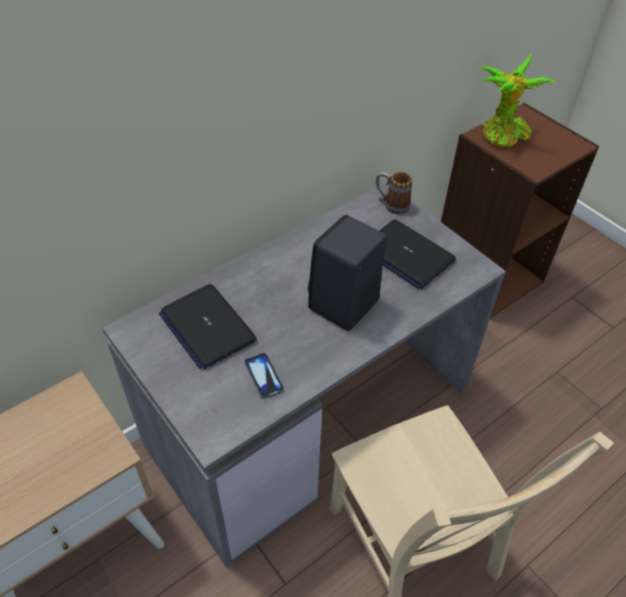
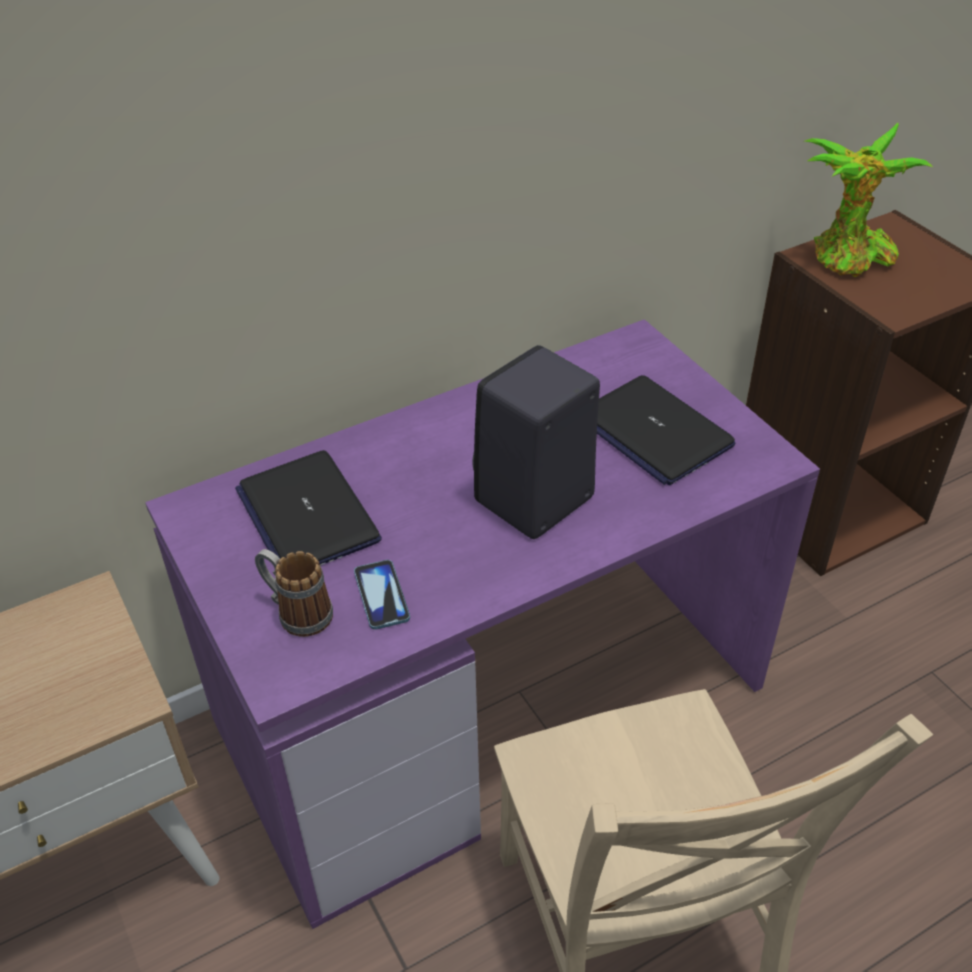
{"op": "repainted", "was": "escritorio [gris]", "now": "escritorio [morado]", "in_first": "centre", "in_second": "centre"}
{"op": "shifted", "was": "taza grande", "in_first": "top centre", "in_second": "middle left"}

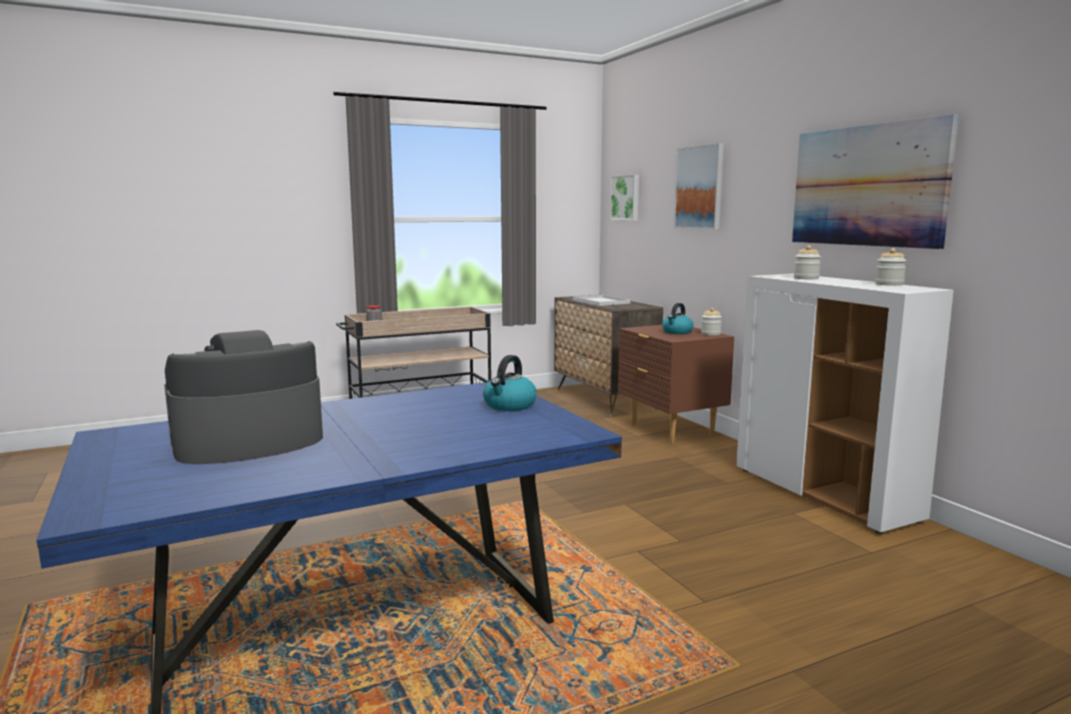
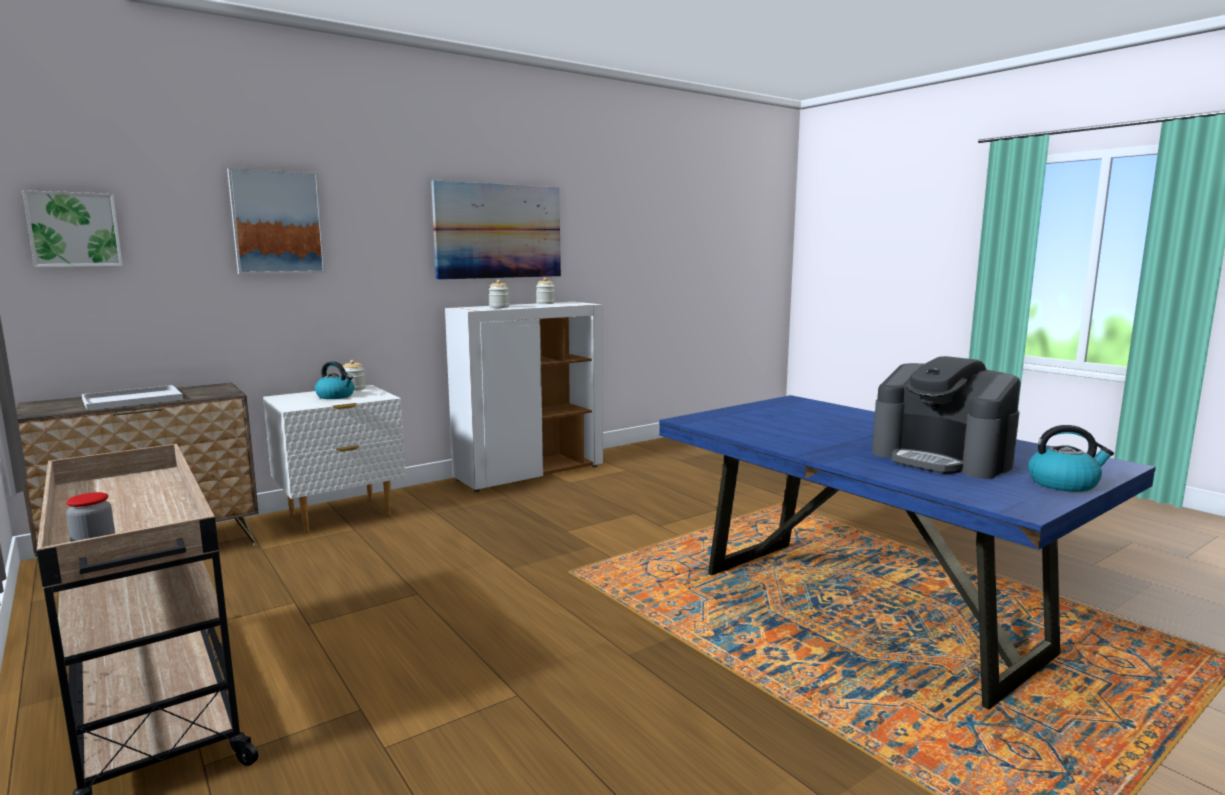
{"op": "shifted", "was": "hervidor (no. 1 from left in the first image)", "now": "hervidor (no. 2 from left)", "in_first": "centre", "in_second": "middle right"}
{"op": "repainted", "was": "mesita de noche [marrón]", "now": "mesita de noche [blanco]", "in_first": "centre", "in_second": "middle left"}

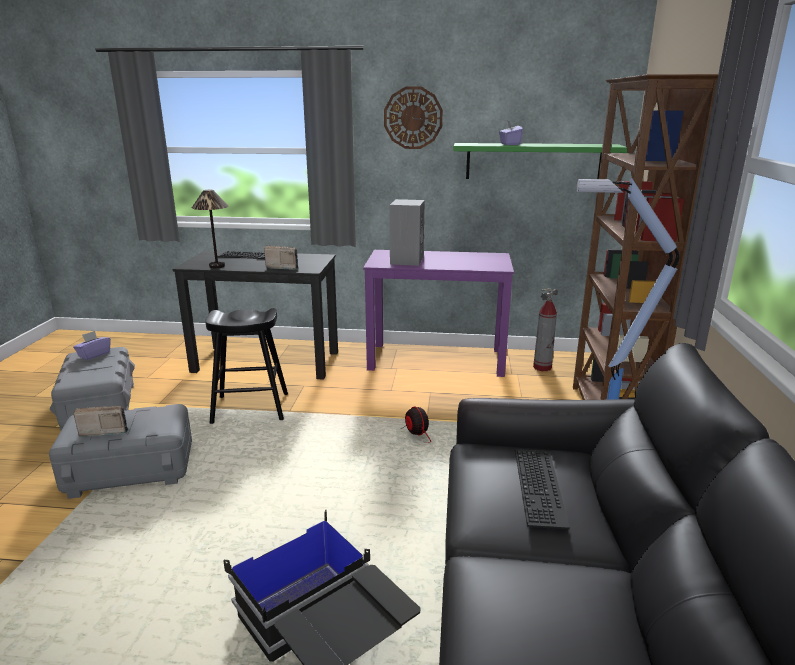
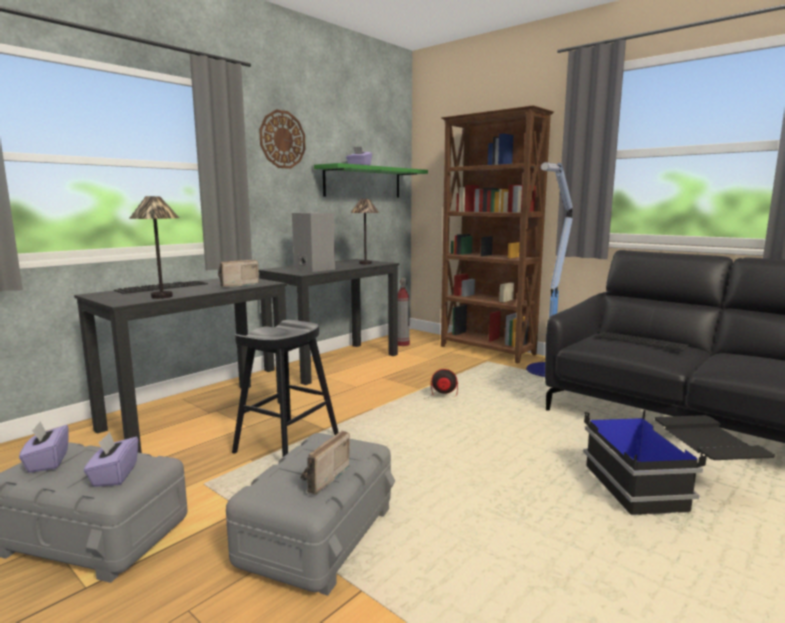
{"op": "repainted", "was": "escritorio [morado]", "now": "escritorio [negro] (no. 2 from left)", "in_first": "centre", "in_second": "centre"}
{"op": "new", "now": "caja de pañuelos [morado] (no. 2 from left)", "in_second": "bottom left"}
{"op": "new", "now": "lámpara de mesa (no. 2 from left)", "in_second": "centre"}

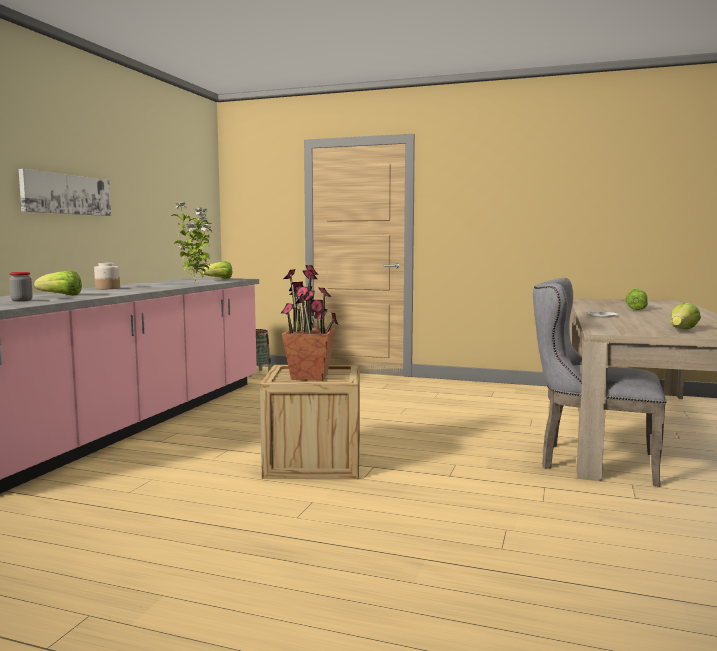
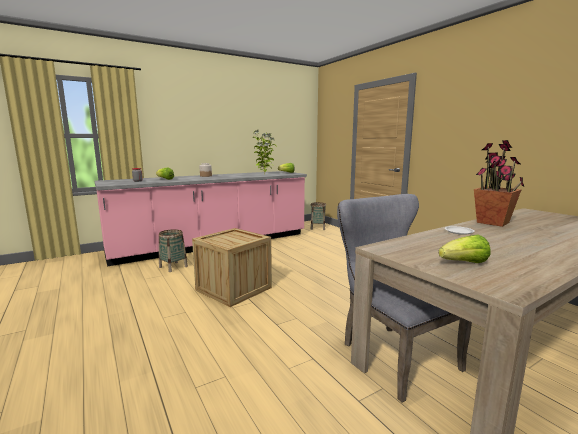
{"op": "gone", "was": "cuadro", "in_first": "top left"}
{"op": "shifted", "was": "planta en maceta (no. 2 from left)", "in_first": "centre", "in_second": "middle right"}
{"op": "gone", "was": "lechuga (no. 3 from left)", "in_first": "middle right"}
{"op": "new", "now": "cesta (no. 1 from left)", "in_second": "middle left"}

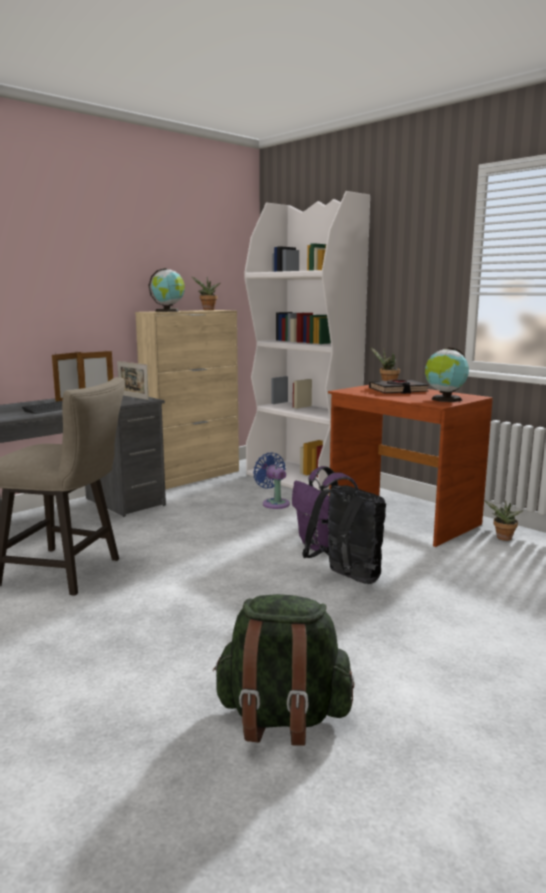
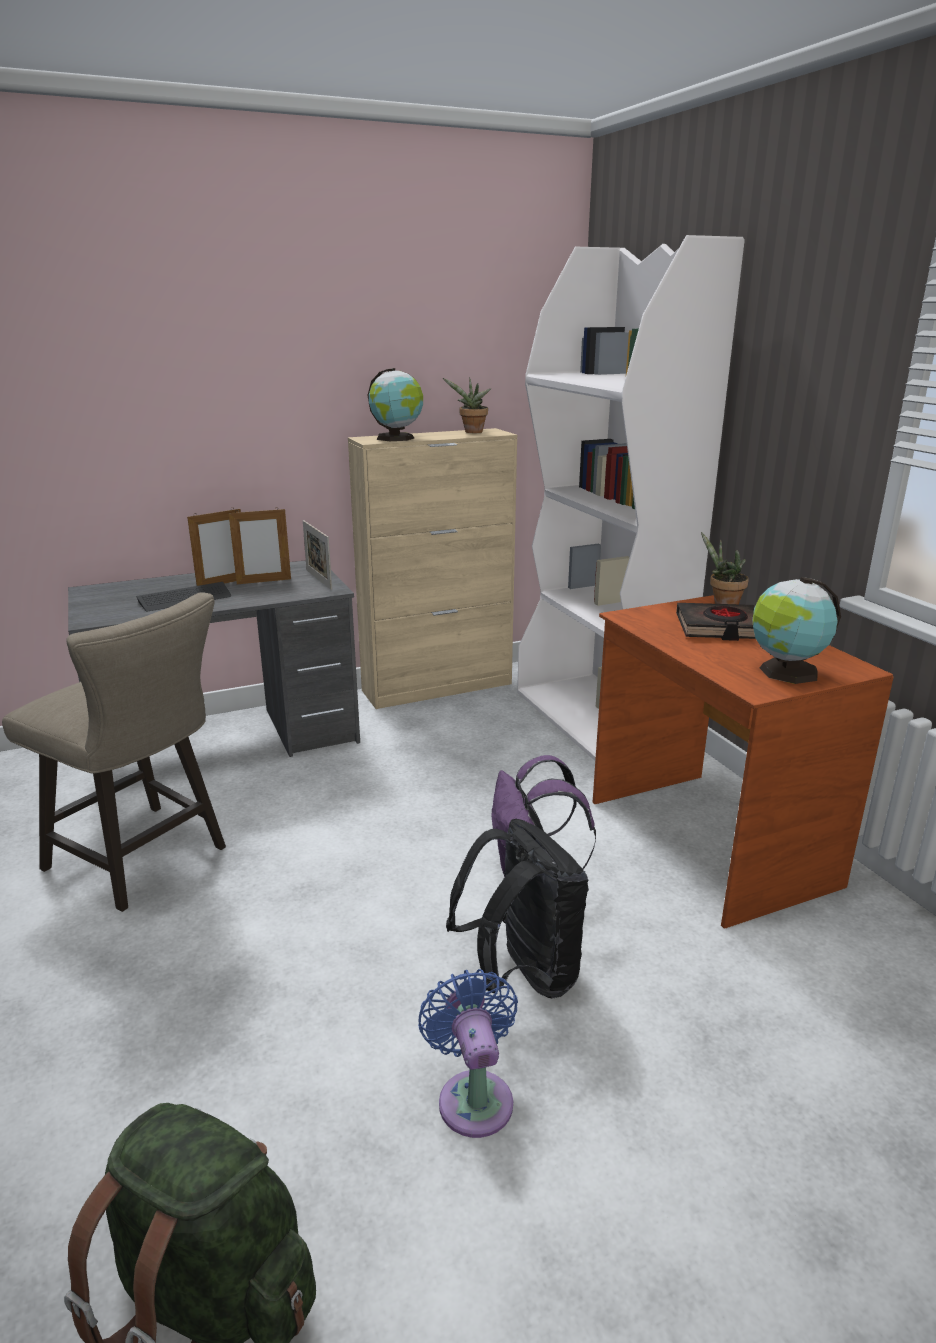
{"op": "shifted", "was": "ventilador [azul]", "in_first": "centre", "in_second": "bottom centre"}
{"op": "gone", "was": "planta en maceta (no. 3 from left)", "in_first": "middle right"}

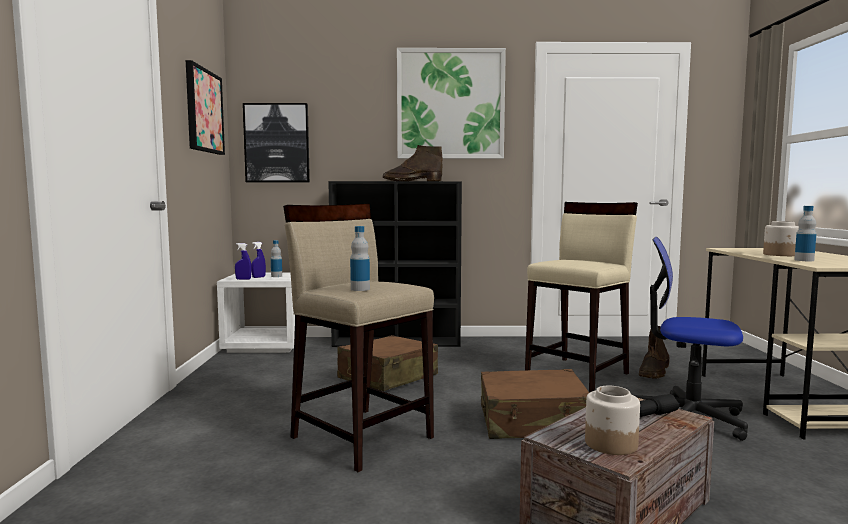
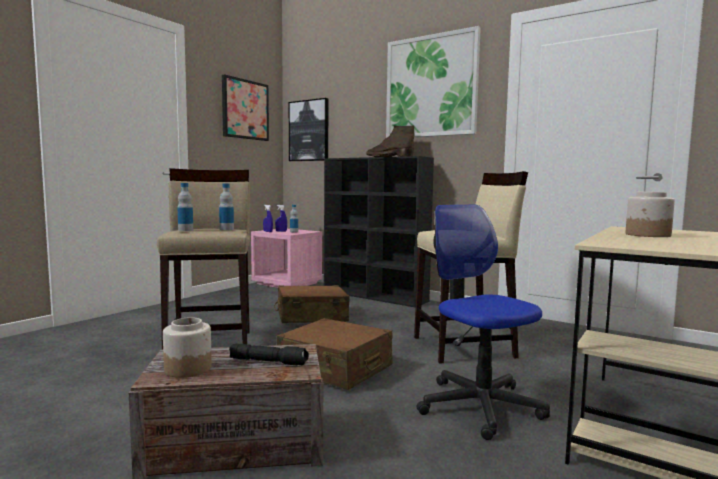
{"op": "repainted", "was": "mesita de noche [blanco]", "now": "mesita de noche [rosa]", "in_first": "middle left", "in_second": "centre"}
{"op": "gone", "was": "bota [marrón] (no. 2 from left)", "in_first": "bottom right"}
{"op": "shifted", "was": "botella (no. 3 from left in the first image)", "now": "botella (no. 2 from left)", "in_first": "middle right", "in_second": "middle left"}

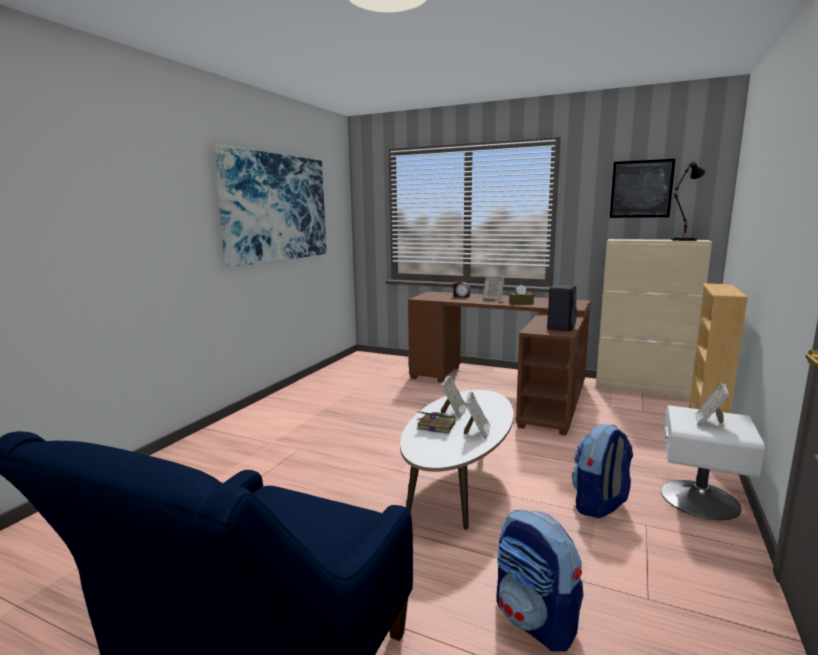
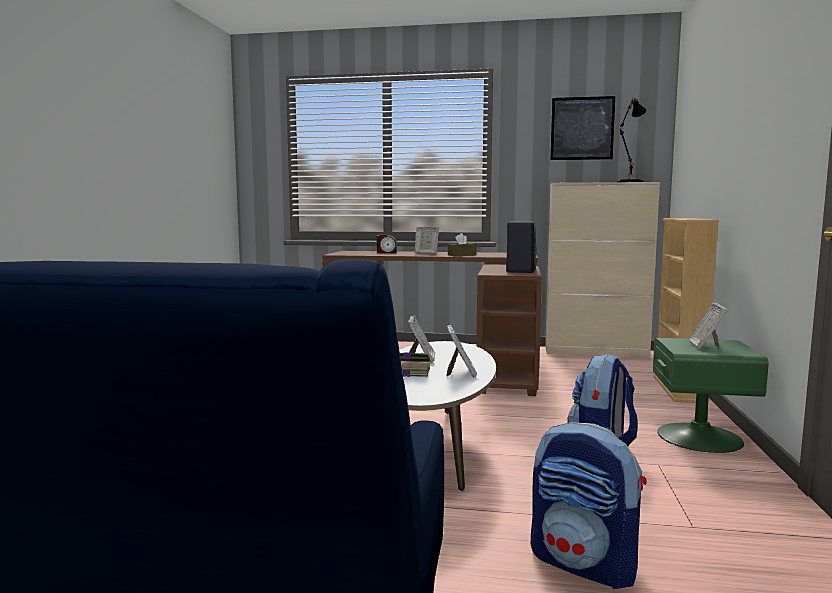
{"op": "gone", "was": "cuadro (no. 1 from left)", "in_first": "top left"}
{"op": "repainted", "was": "mesita de noche [blanco]", "now": "mesita de noche [verde]", "in_first": "bottom right", "in_second": "middle right"}

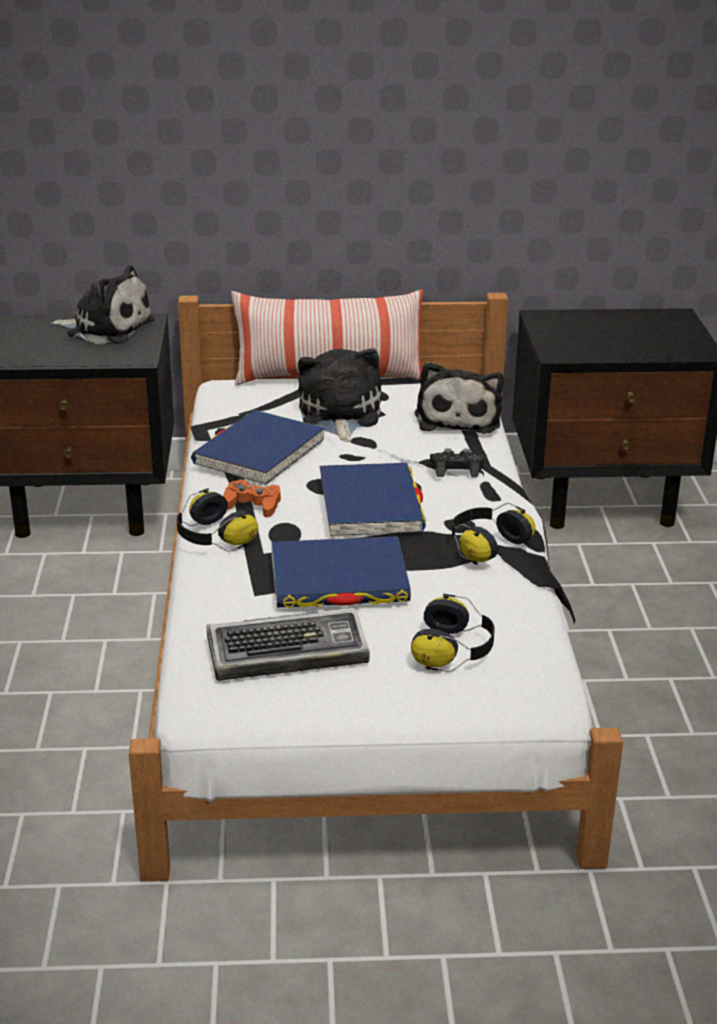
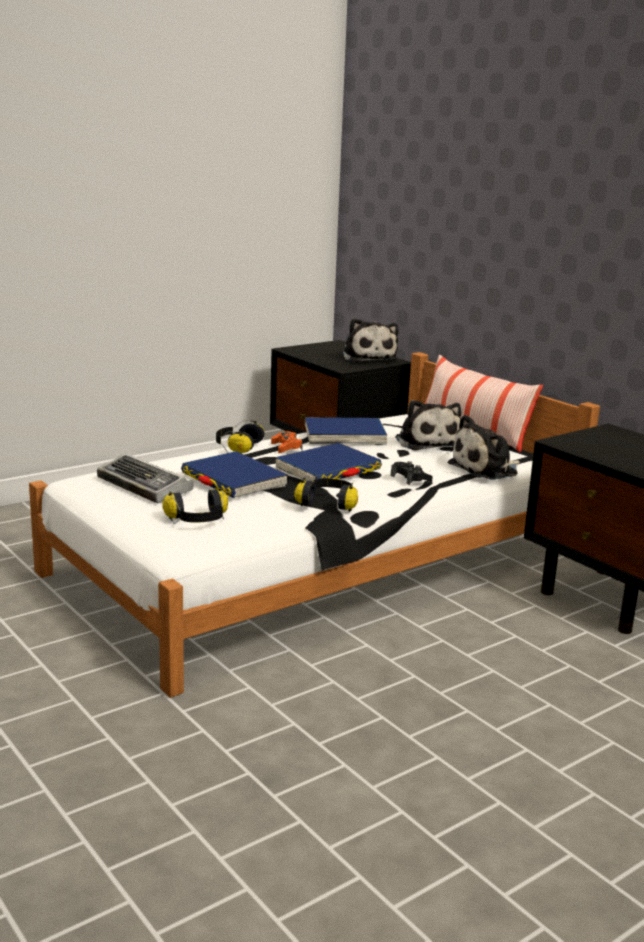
{"op": "rotated", "was": "peluche (no. 2 from left)", "in_first": "centre", "in_second": "centre", "clockwise": 105}

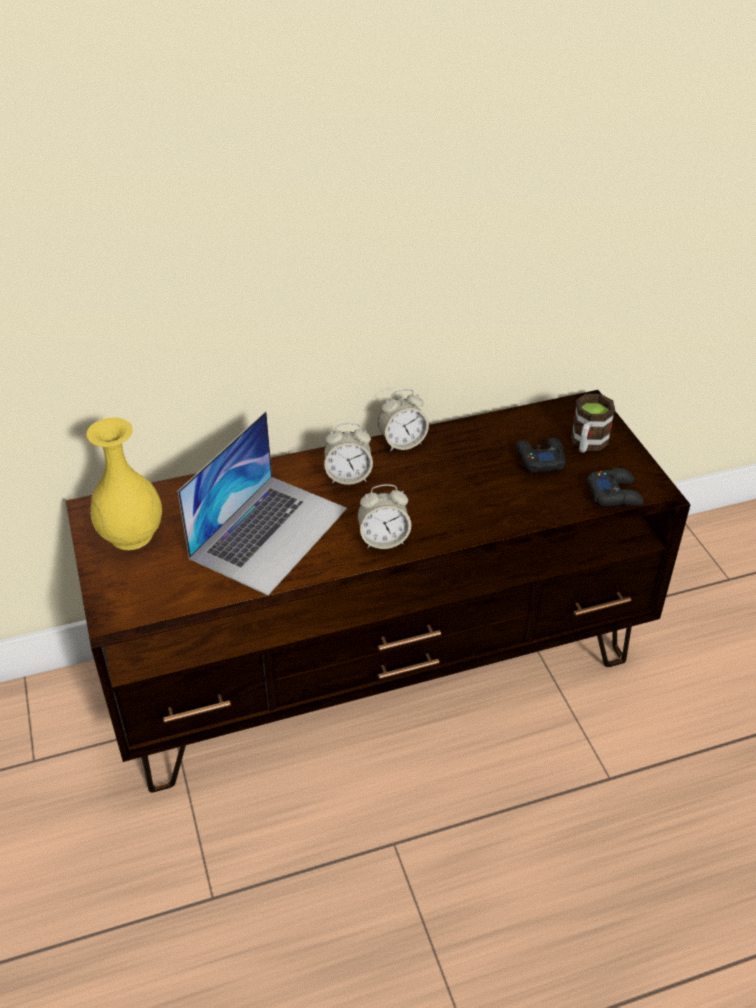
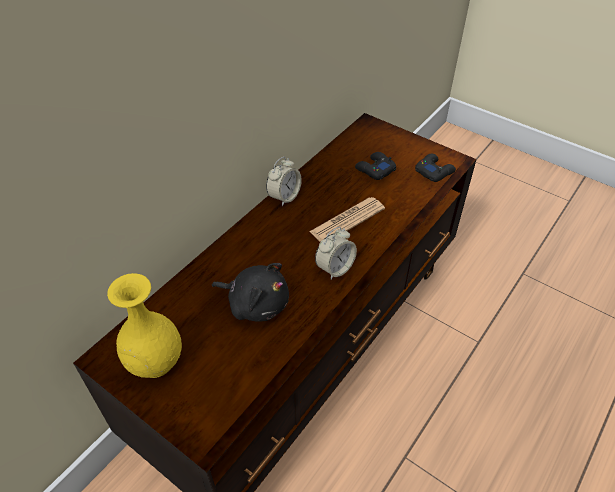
{"op": "swapped", "was": "portátil", "now": "peluche [negro]", "in_first": "centre", "in_second": "centre"}
{"op": "gone", "was": "despertador (no. 1 from left)", "in_first": "centre"}
{"op": "gone", "was": "taza grande", "in_first": "middle right"}
{"op": "new", "now": "periódico", "in_second": "centre"}

